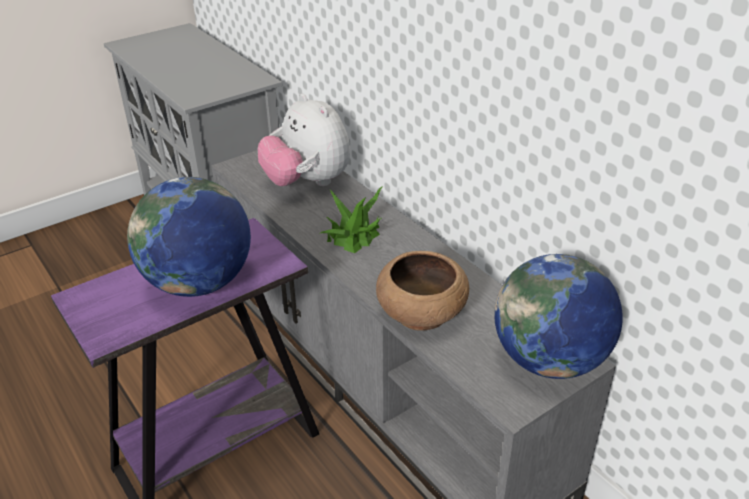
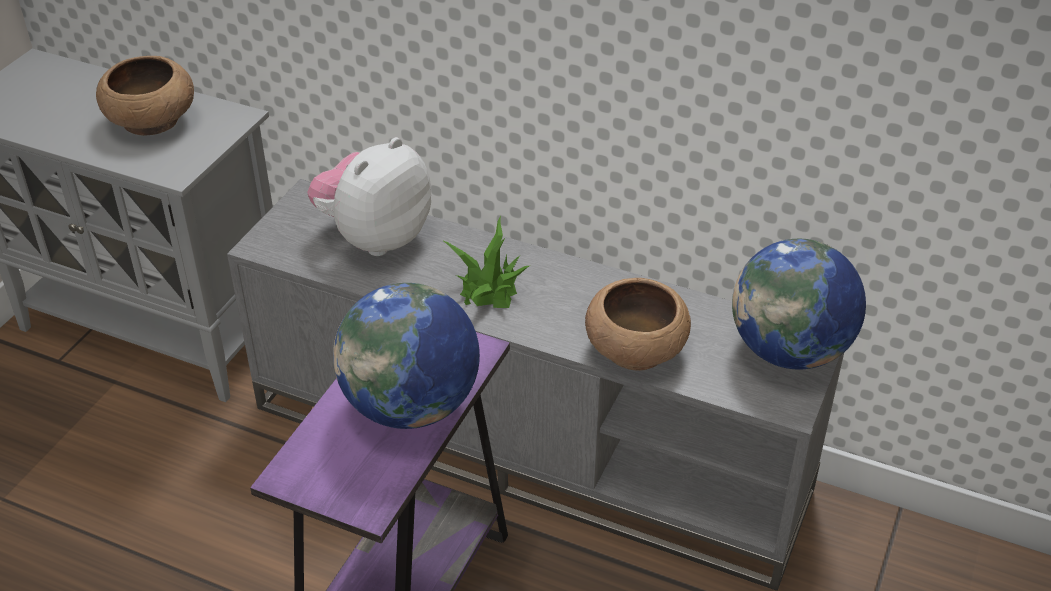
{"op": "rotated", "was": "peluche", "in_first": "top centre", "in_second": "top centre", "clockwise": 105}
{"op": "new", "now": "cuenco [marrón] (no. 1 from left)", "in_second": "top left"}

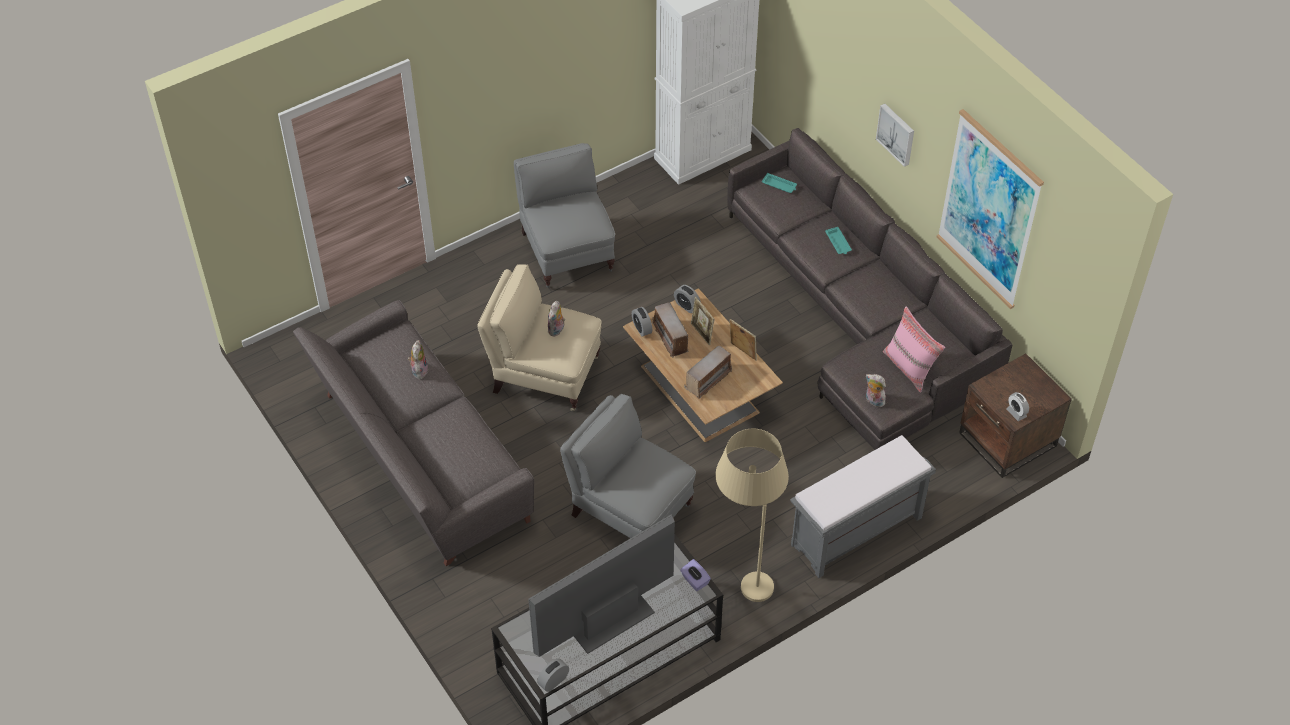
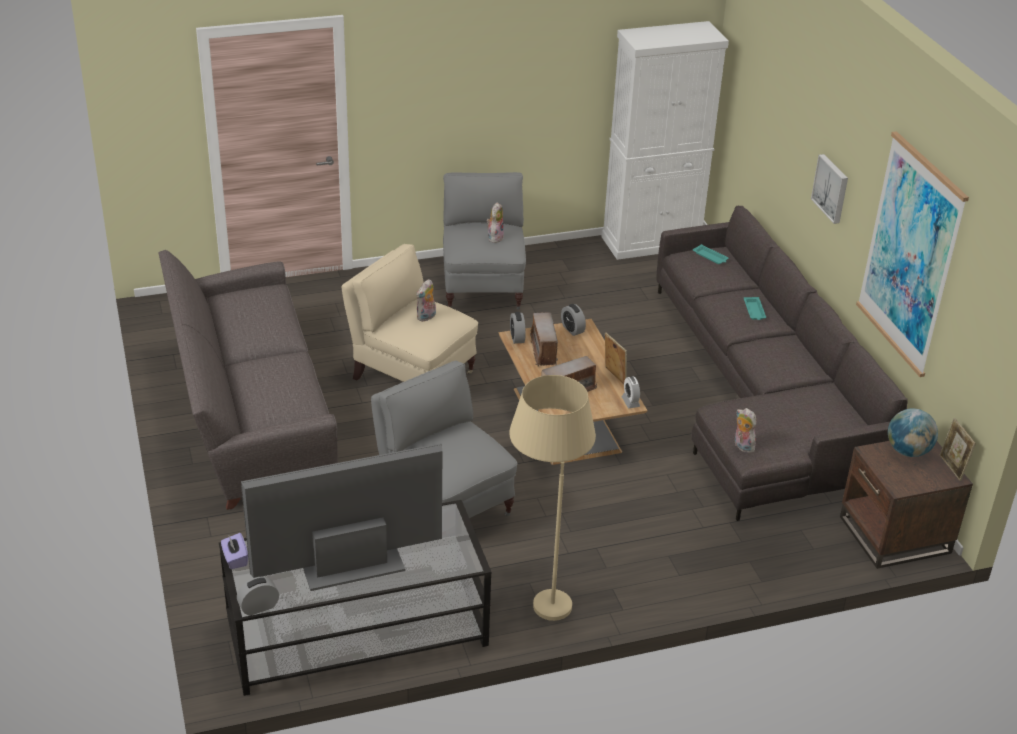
{"op": "shifted", "was": "peluche (no. 1 from left in the first image)", "now": "peluche (no. 2 from left)", "in_first": "middle left", "in_second": "top centre"}
{"op": "shifted", "was": "caja de pañuelos [morado]", "in_first": "bottom centre", "in_second": "bottom left"}
{"op": "shifted", "was": "portarretratos (no. 1 from left in the first image)", "now": "portarretratos (no. 2 from left)", "in_first": "centre", "in_second": "middle right"}
{"op": "gone", "was": "banco [gris]", "in_first": "bottom right"}
{"op": "gone", "was": "cojín [rosa]", "in_first": "middle right"}
{"op": "shifted", "was": "despertador (no. 4 from left)", "in_first": "middle right", "in_second": "centre"}
{"op": "new", "now": "globo terráqueo", "in_second": "middle right"}

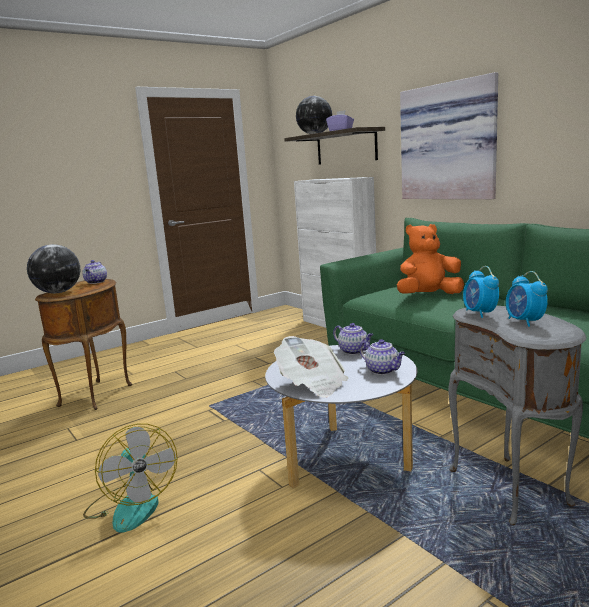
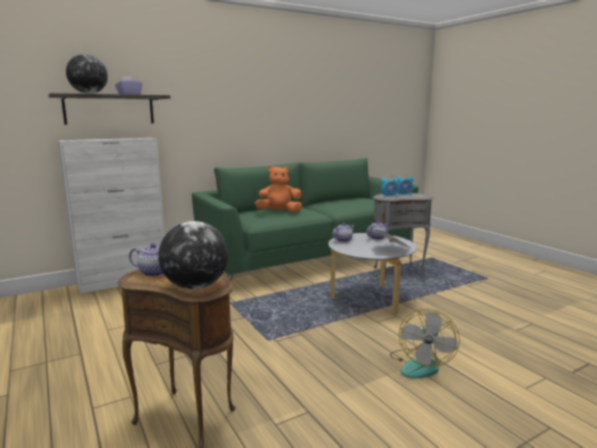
{"op": "rotated", "was": "ventilador", "in_first": "bottom left", "in_second": "bottom right", "clockwise": 135}
{"op": "rotated", "was": "peluche [naranja]", "in_first": "middle right", "in_second": "centre", "clockwise": 90}
{"op": "gone", "was": "cuadro", "in_first": "top right"}

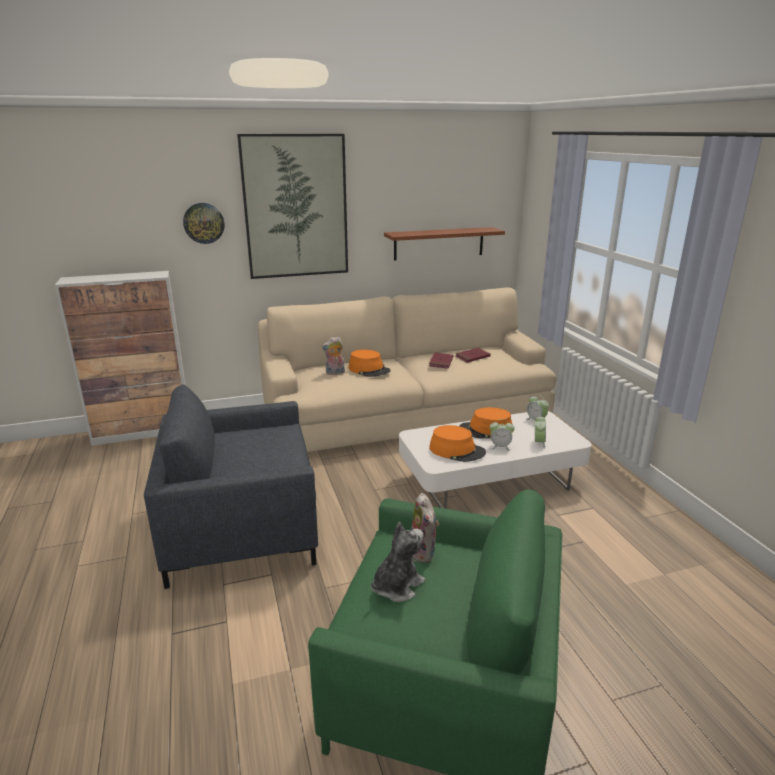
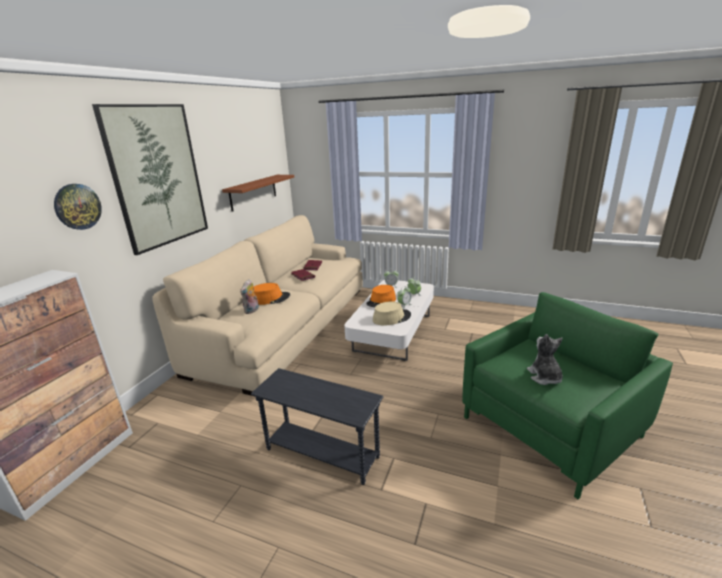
{"op": "swapped", "was": "sillón [gris]", "now": "mesa auxiliar [gris]", "in_first": "middle left", "in_second": "bottom centre"}
{"op": "gone", "was": "peluche (no. 3 from left)", "in_first": "bottom centre"}
{"op": "repainted", "was": "sombrero [naranja] (no. 2 from left)", "now": "sombrero [beis]", "in_first": "centre", "in_second": "centre"}

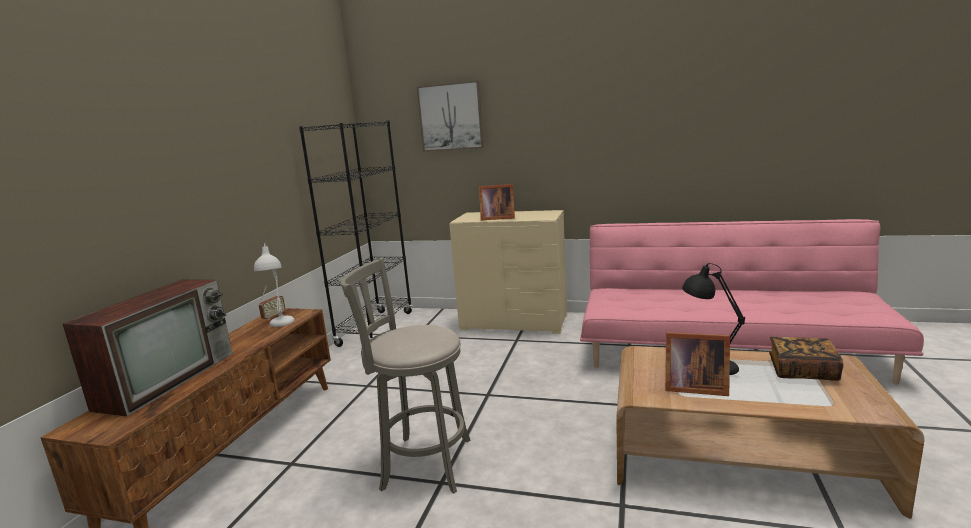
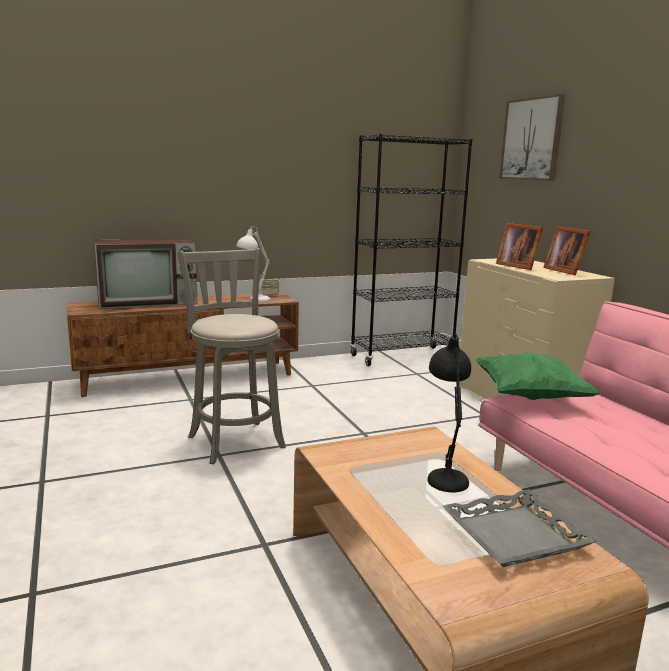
{"op": "shifted", "was": "portarretratos (no. 2 from left)", "in_first": "bottom right", "in_second": "middle right"}
{"op": "swapped", "was": "libro", "now": "bandeja [gris]", "in_first": "bottom right", "in_second": "bottom right"}
{"op": "new", "now": "cojín [verde]", "in_second": "middle right"}

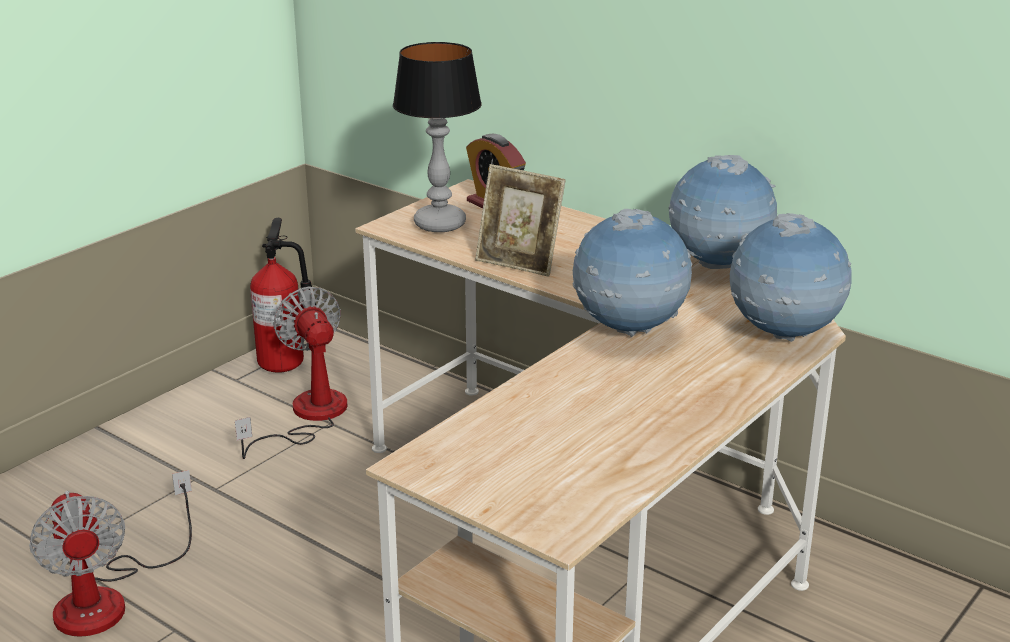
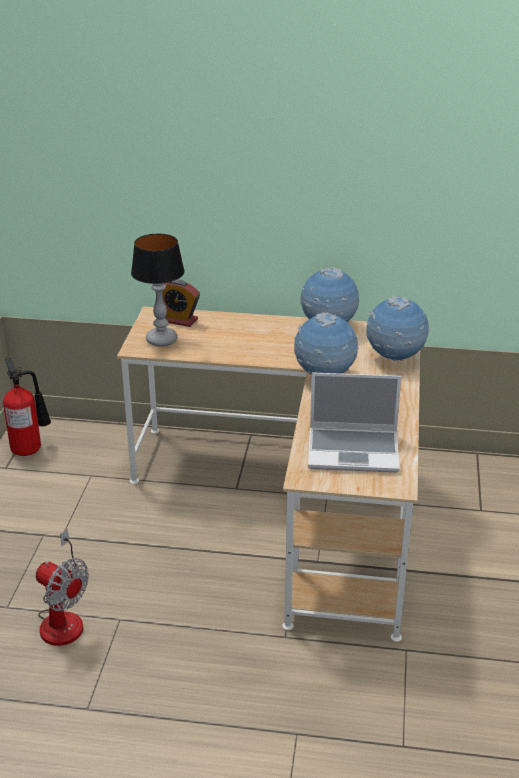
{"op": "gone", "was": "ventilador (no. 2 from left)", "in_first": "middle left"}
{"op": "gone", "was": "portarretratos", "in_first": "centre"}
{"op": "new", "now": "portátil", "in_second": "middle right"}

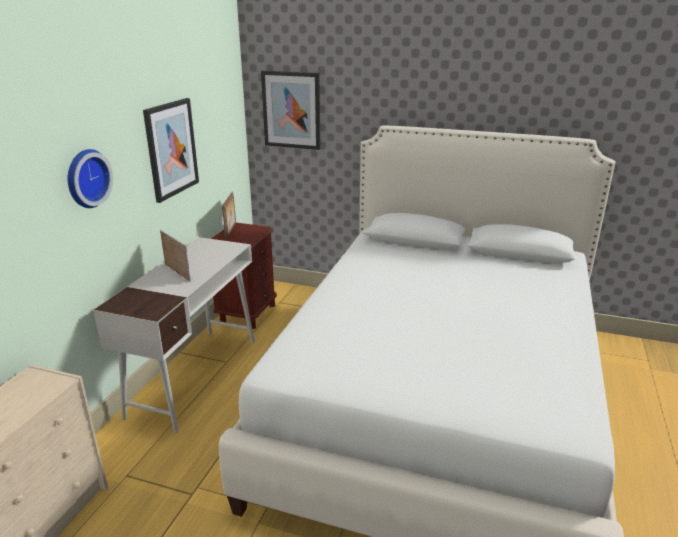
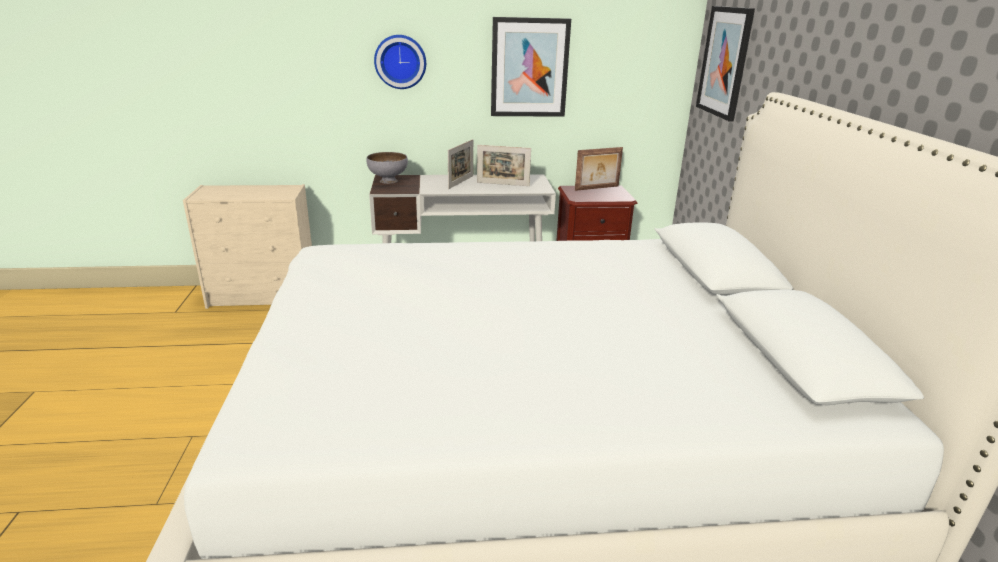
{"op": "new", "now": "cuenco [gris]", "in_second": "top centre"}
{"op": "new", "now": "portarretratos (no. 2 from left)", "in_second": "top centre"}

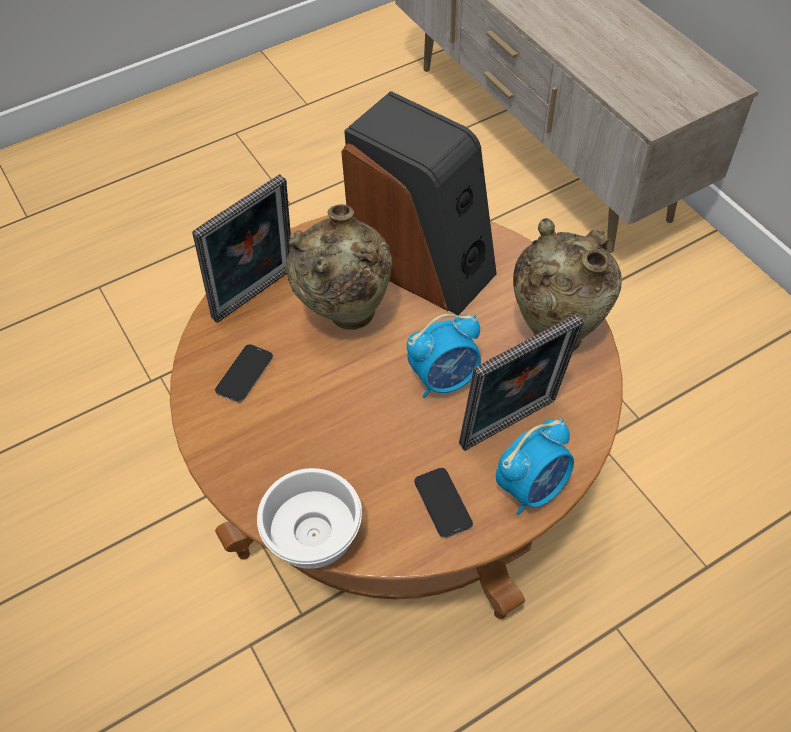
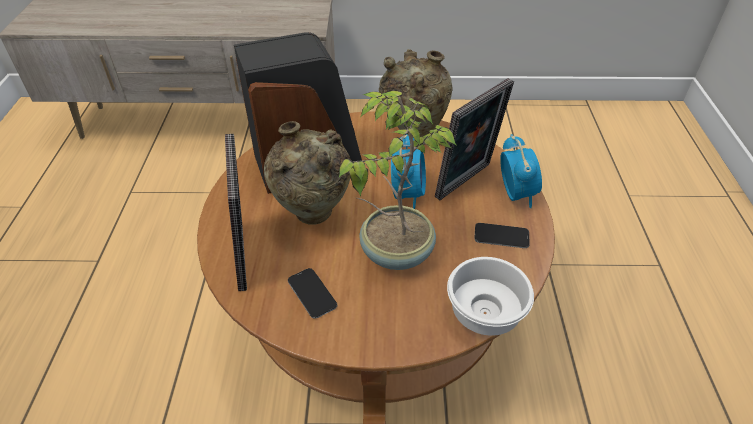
{"op": "rotated", "was": "portarretratos (no. 2 from left)", "in_first": "centre", "in_second": "top centre", "clockwise": 45}
{"op": "new", "now": "planta en maceta", "in_second": "centre"}

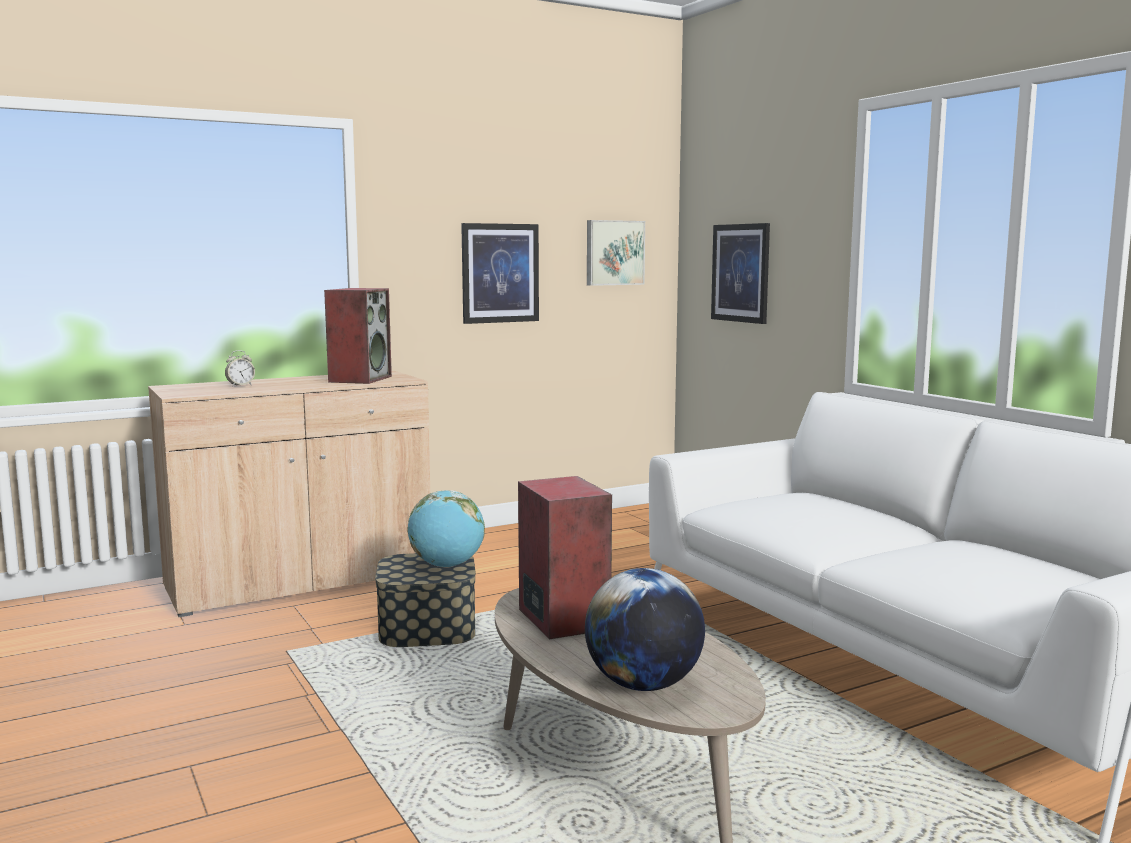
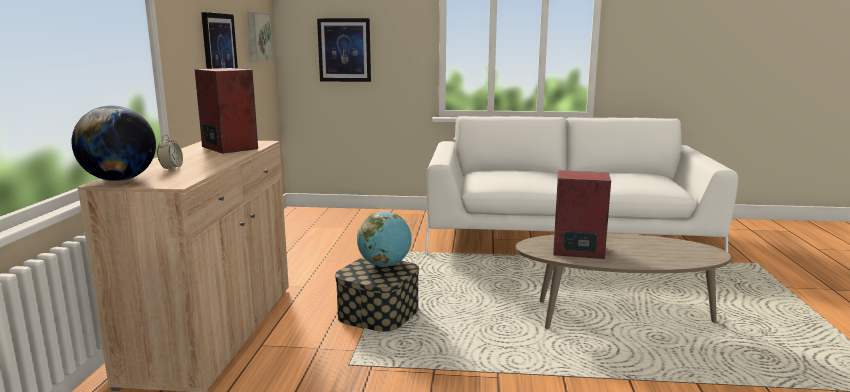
{"op": "shifted", "was": "globo terráqueo (no. 2 from left in the first image)", "now": "globo terráqueo (no. 1 from left)", "in_first": "bottom centre", "in_second": "middle left"}

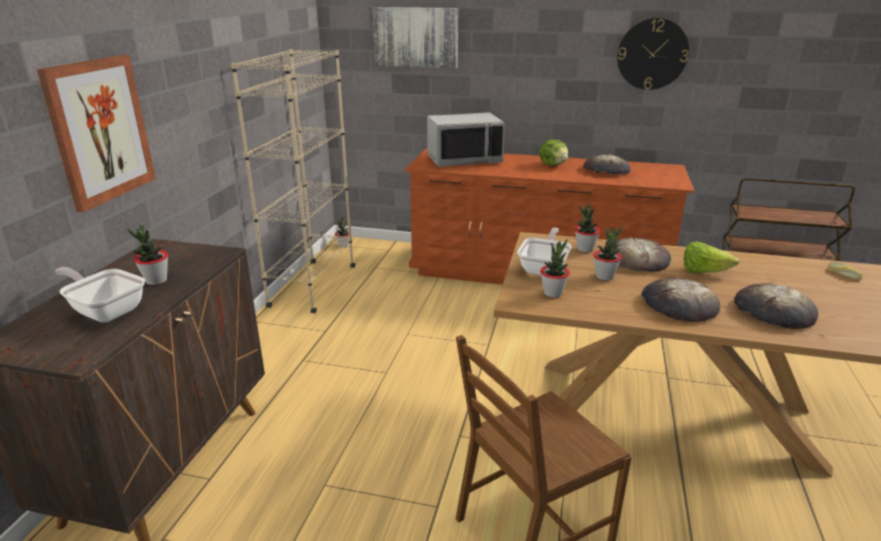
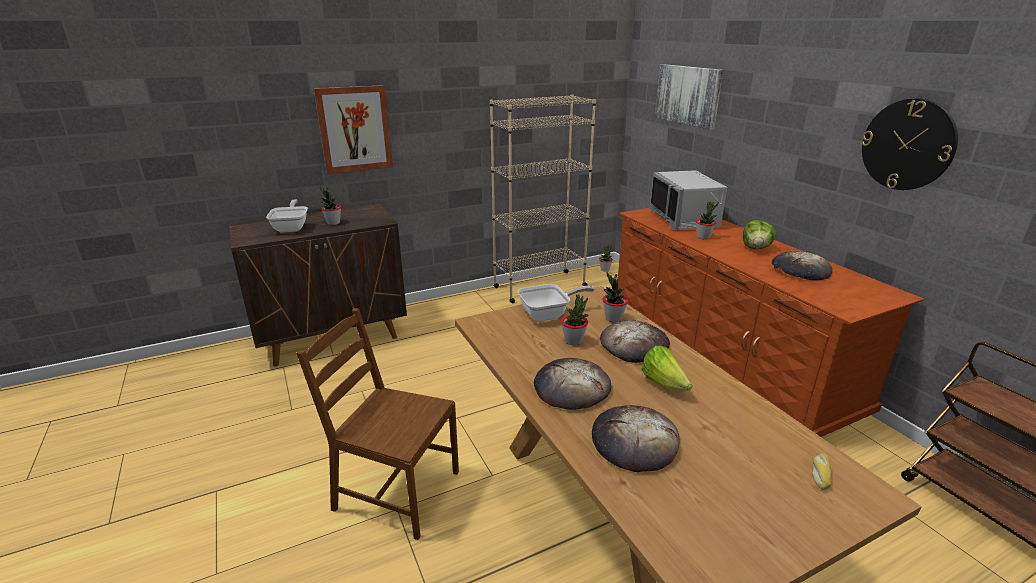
{"op": "rotated", "was": "microondas [gris]", "in_first": "top centre", "in_second": "centre", "clockwise": 45}
{"op": "shifted", "was": "planta en maceta (no. 3 from left in the first image)", "now": "planta en maceta (no. 5 from left)", "in_first": "centre", "in_second": "middle right"}

